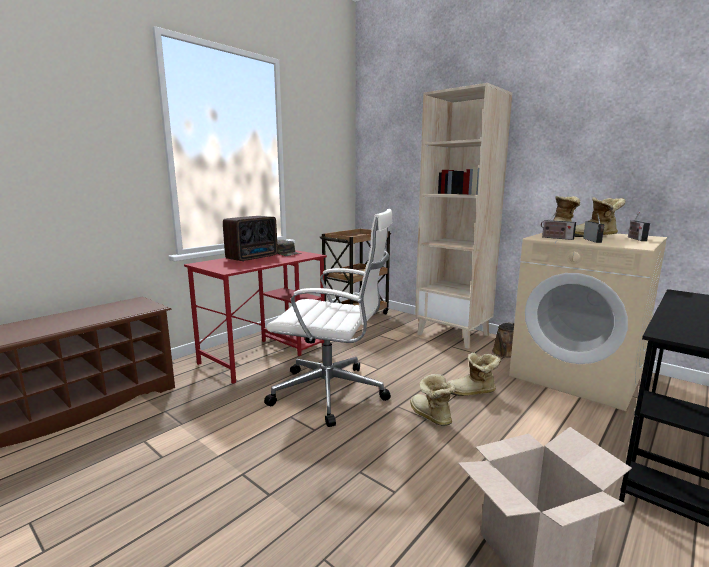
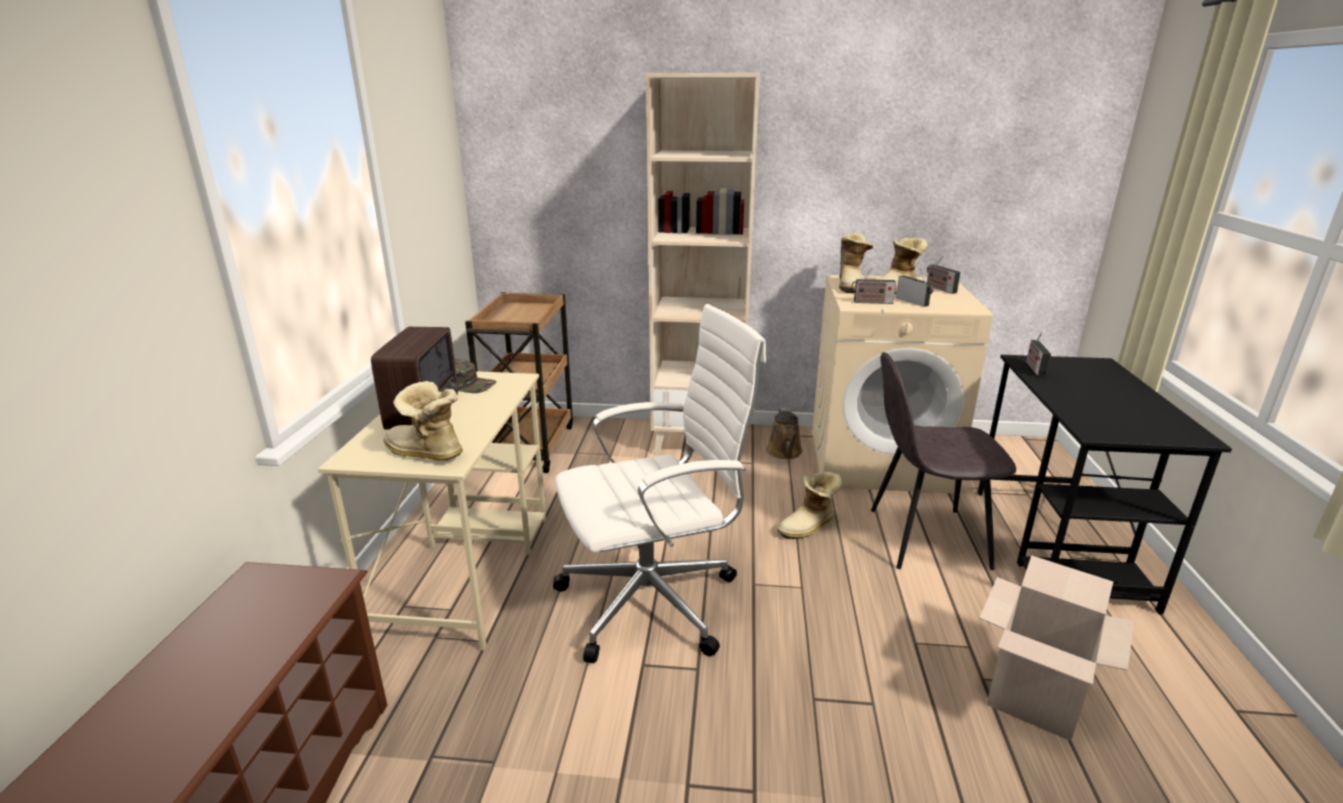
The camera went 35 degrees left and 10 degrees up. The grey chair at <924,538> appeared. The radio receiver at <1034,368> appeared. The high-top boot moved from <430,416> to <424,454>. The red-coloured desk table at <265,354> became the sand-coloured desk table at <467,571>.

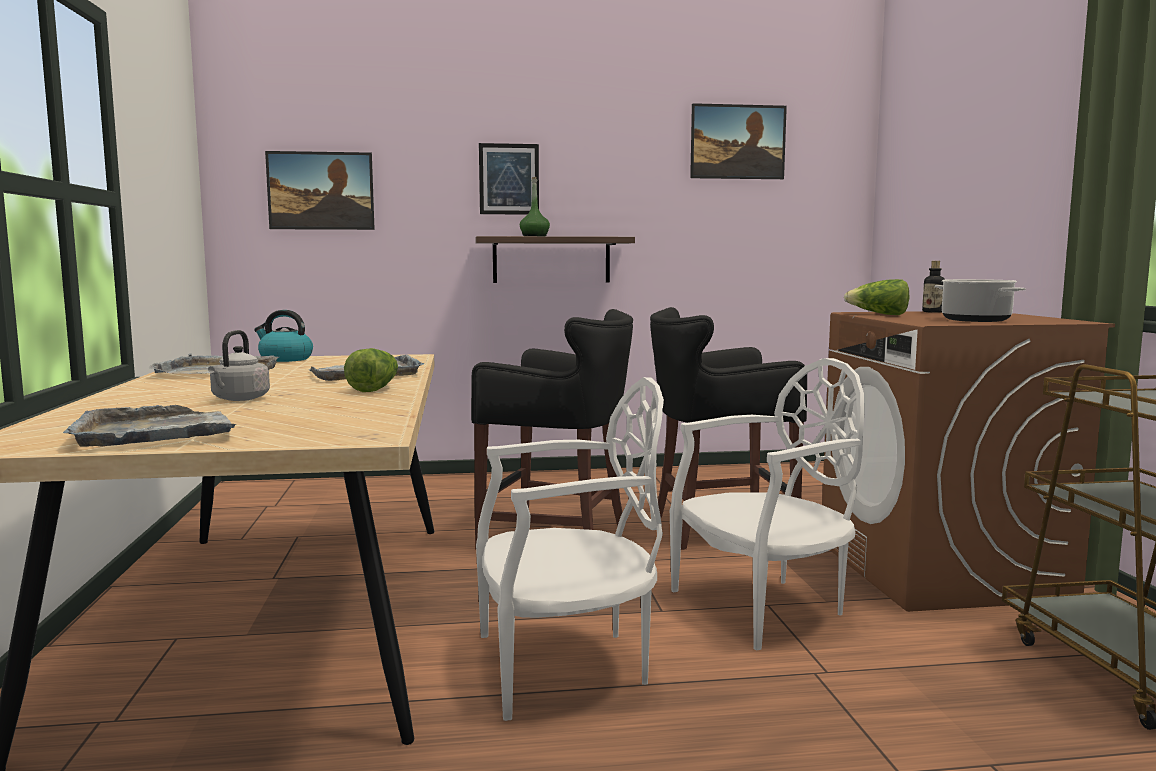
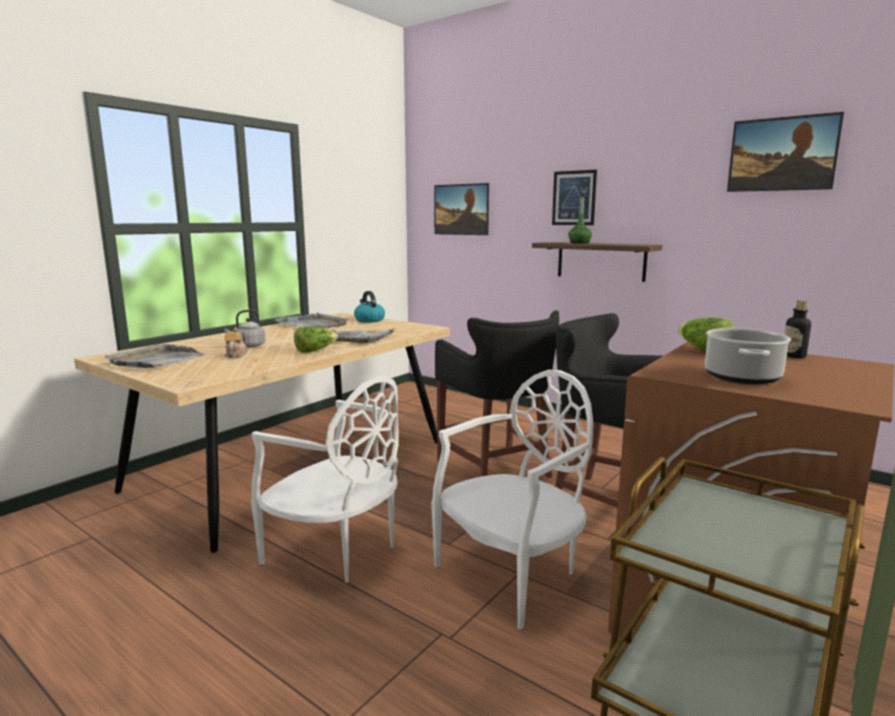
The camera went 45 degrees right and 5 degrees up. The teapot at <235,355> appeared. The white-coloured chair at <765,607> turned 60 degrees counterclockwise.

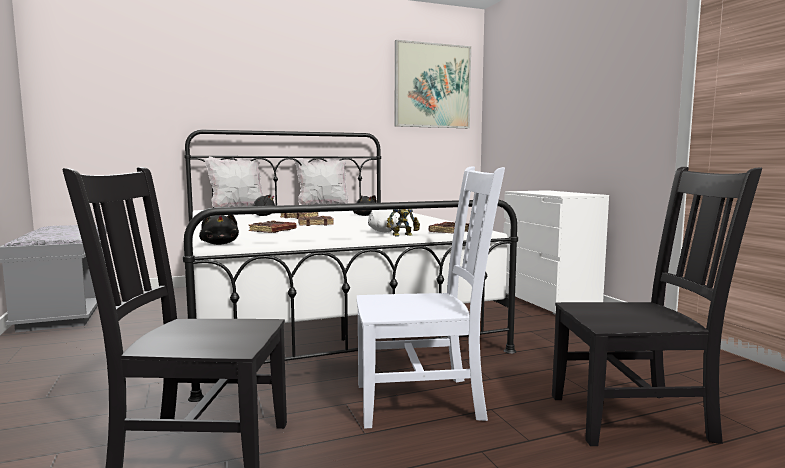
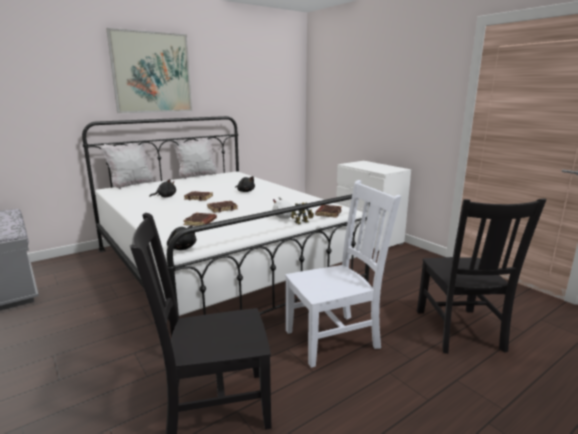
The camera went 15 degrees left and 10 degrees up. The wall picture moved from <432,86> to <152,73>. The blackish chair at <635,418> turned 105 degrees clockwise.

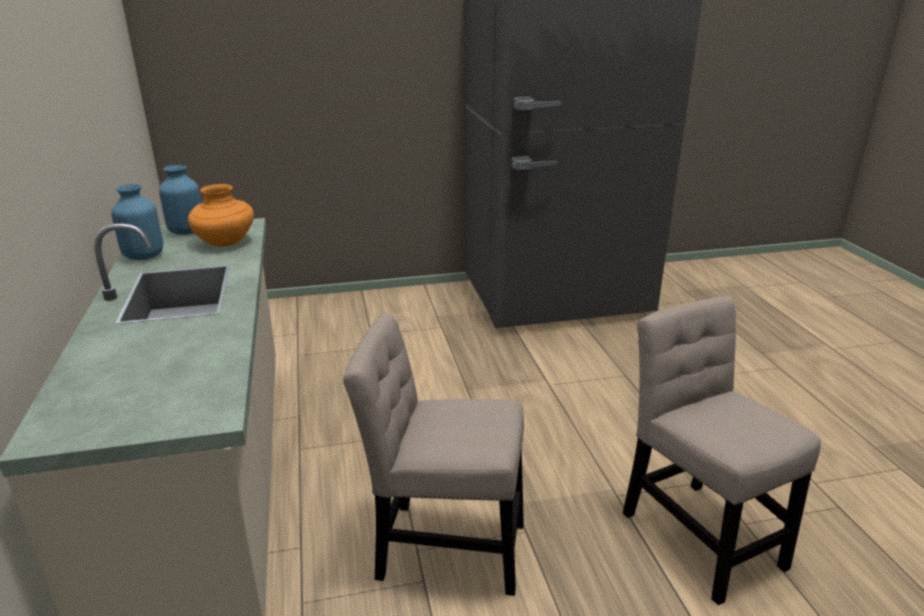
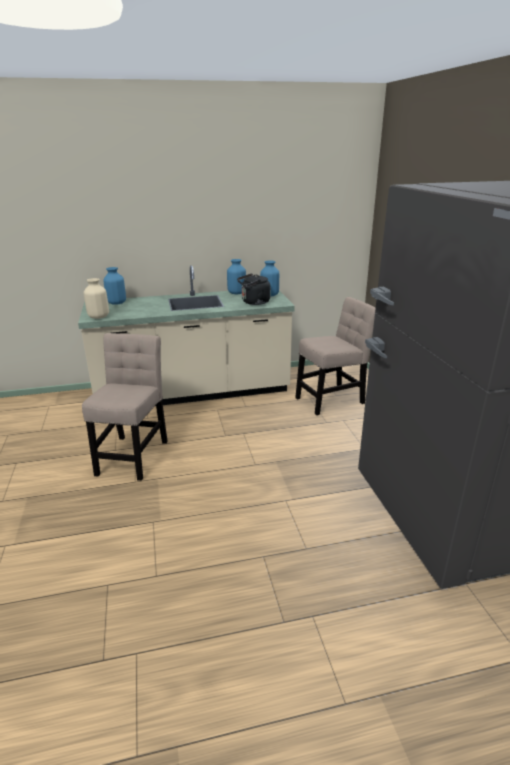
The camera went 90 degrees right and 0 degrees up. The sand-coloured vase at <99,317> appeared. The blue vase at <116,303> appeared. The sand-coloured chair moved from <697,533> to <332,399>. The orangey vase at <225,242> was replaced by the blackish tea kettle at <254,302>.

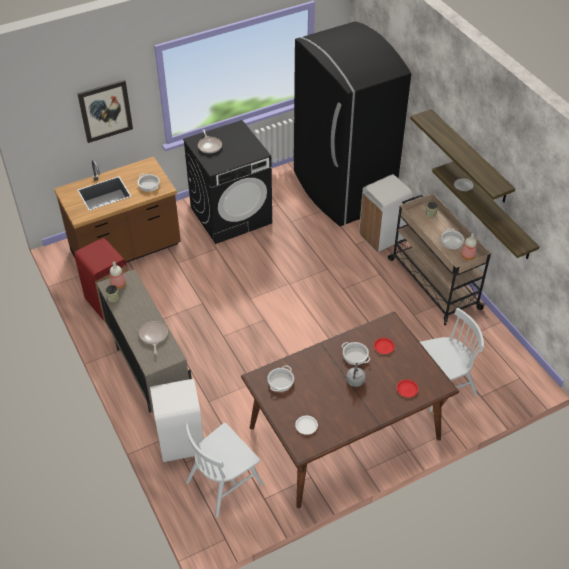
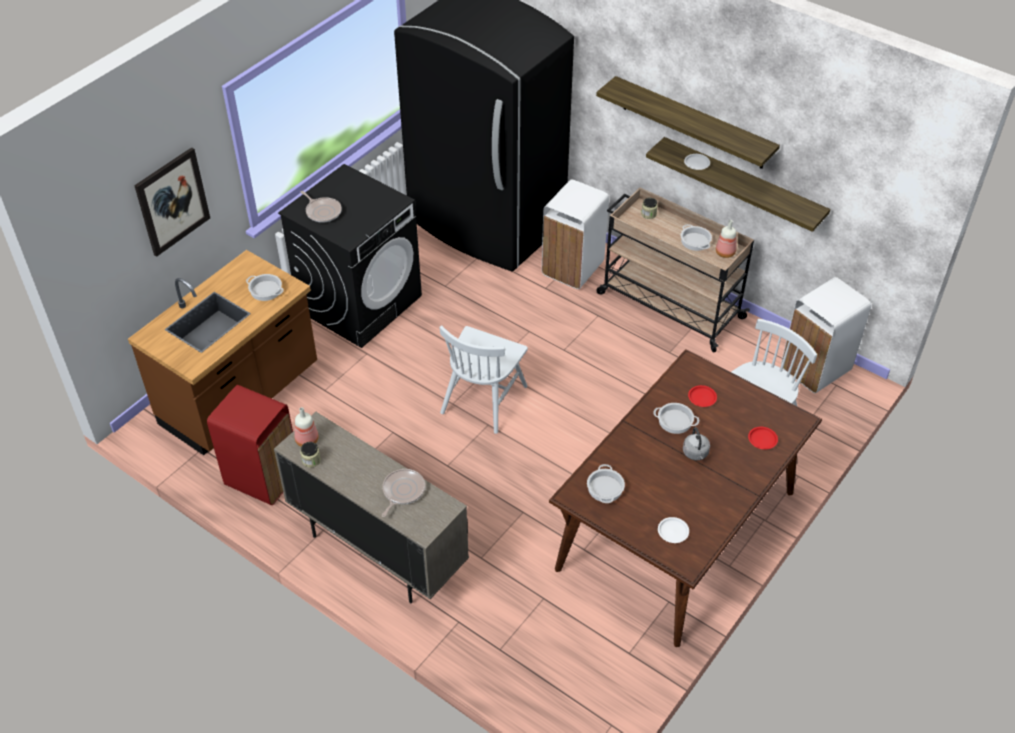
The camera went 25 degrees left and 0 degrees up. The white-coloured waste bin moved from <181,442> to <814,369>. The white-coloured chair moved from <224,482> to <483,399>. The skillet at <153,336> turned 60 degrees clockwise.

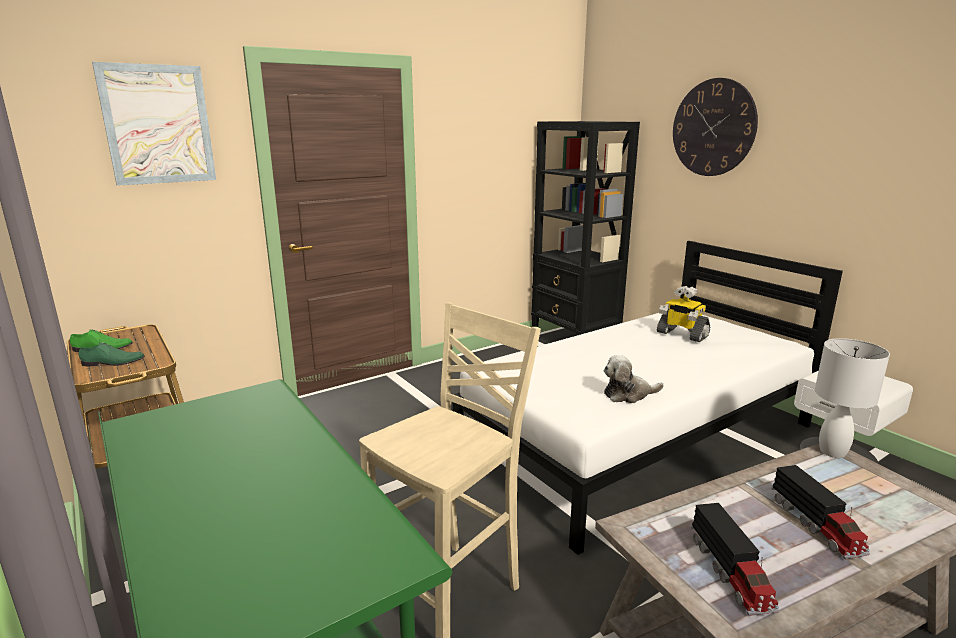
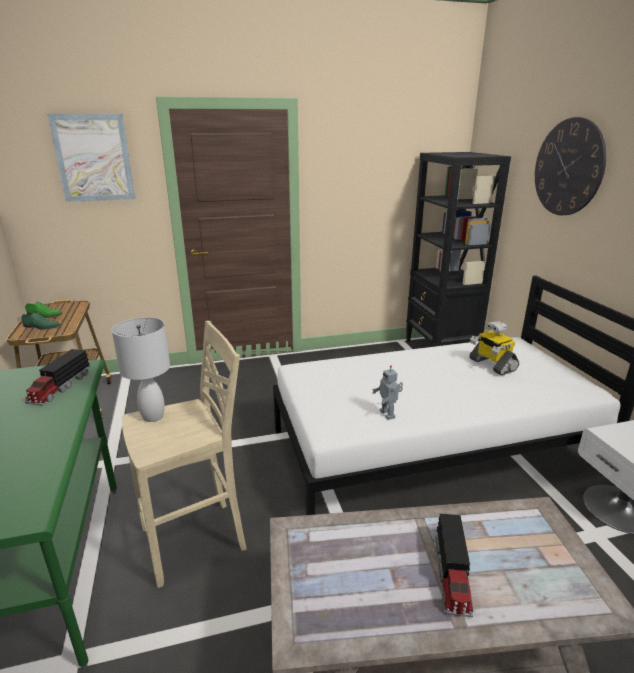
The camera went 20 degrees right and 5 degrees up. The toy truck moved from <731,572> to <60,387>. The white-coloured table lamp moved from <833,452> to <153,417>. The cuddly toy at <628,394> was replaced by the robot figure at <388,414>.

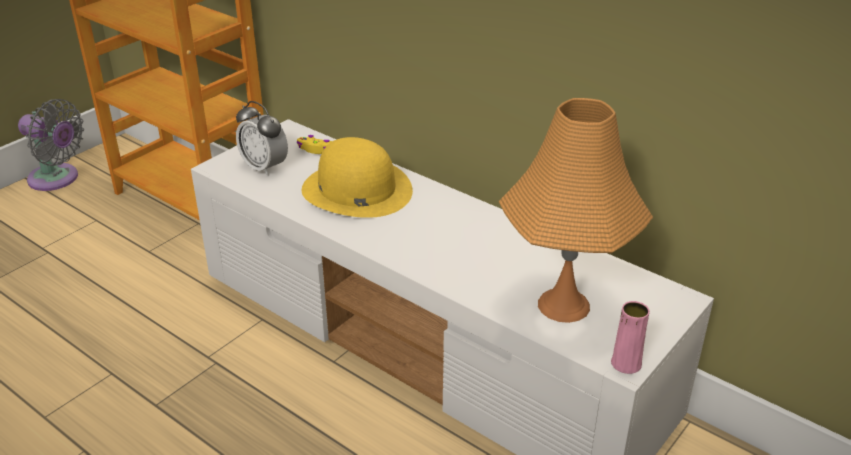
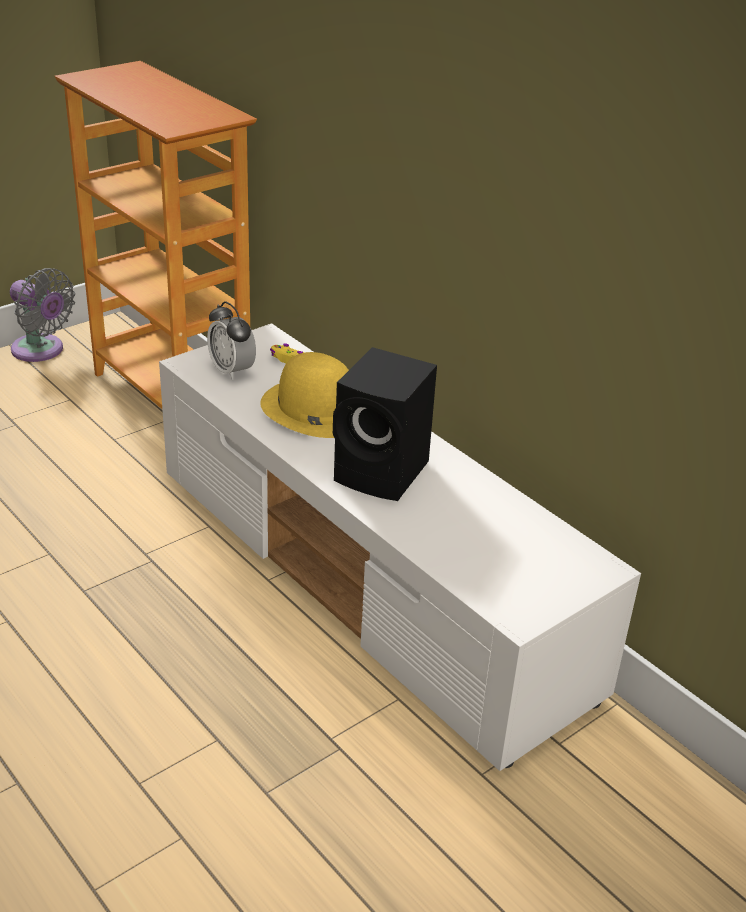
The camera went 10 degrees right and 0 degrees up. The orangey table lamp at <564,305> disappeared. The pinkish vase at <626,363> disappeared. The blackish speaker at <384,473> appeared.

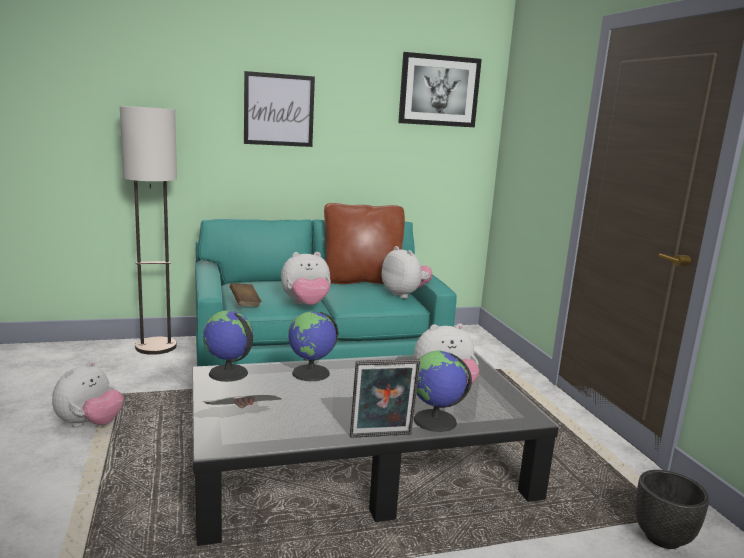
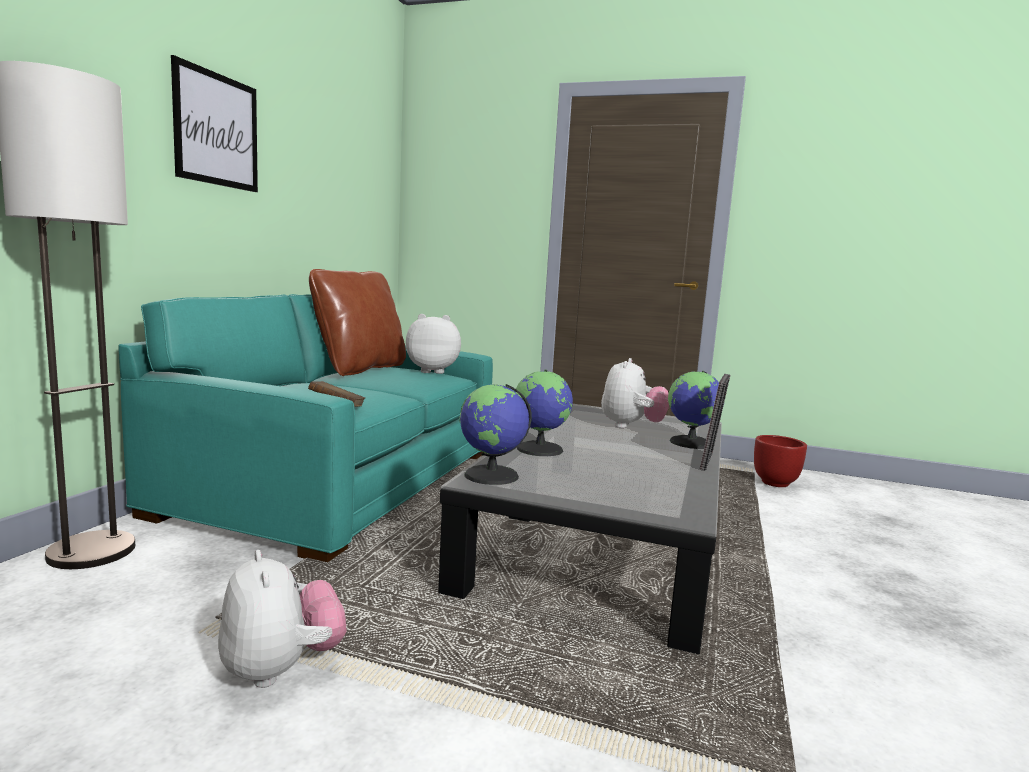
The camera went 55 degrees left and 5 degrees down. The newspaper at <242,420> disappeared. The cuddly toy at <306,305> disappeared. The wall picture at <439,90> disappeared. The blackish flower pot at <662,538> became the red-coloured flower pot at <775,483>.

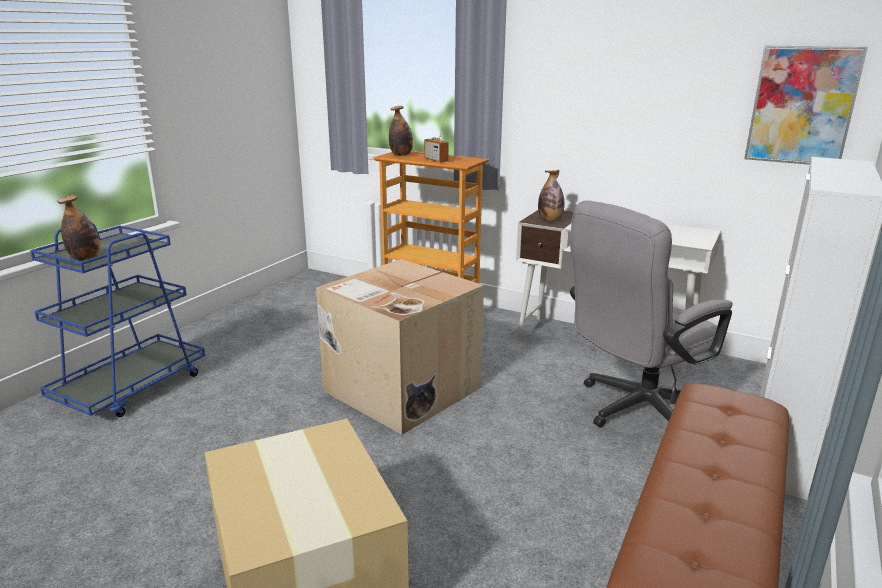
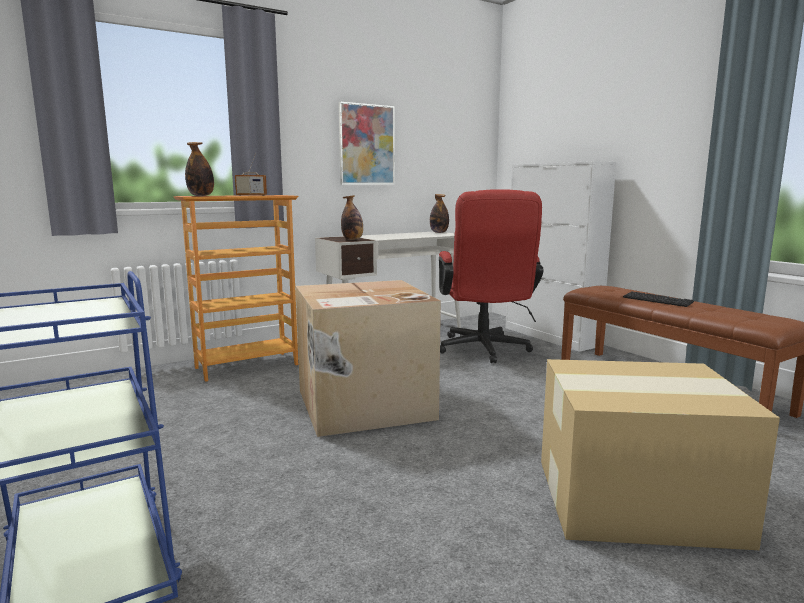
The camera went 60 degrees left and 10 degrees down. The keyboard at <657,300> appeared. The beverage bottle moved from <85,258> to <439,232>. The wall picture moved from <802,106> to <366,145>. The grey computer chair at <635,410> became the red-coloured computer chair at <484,351>.

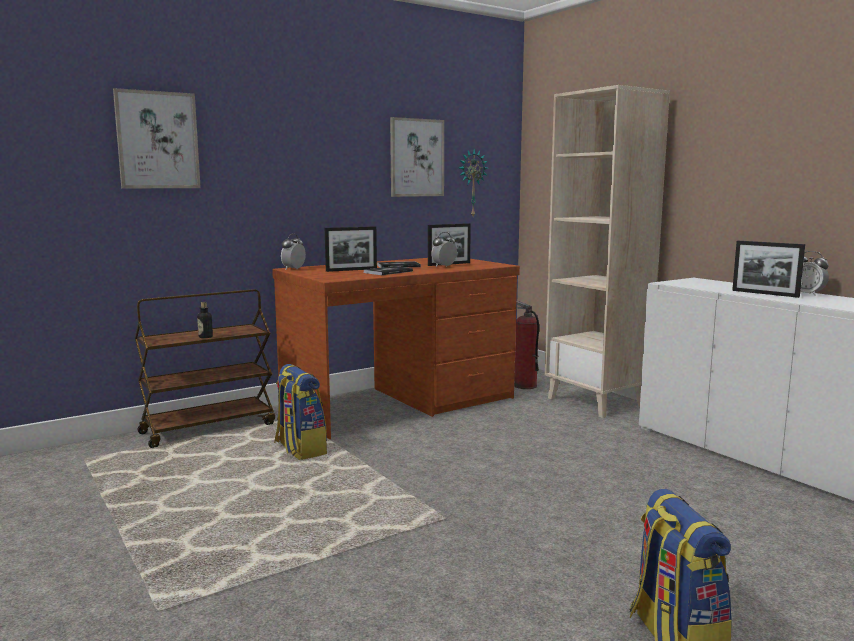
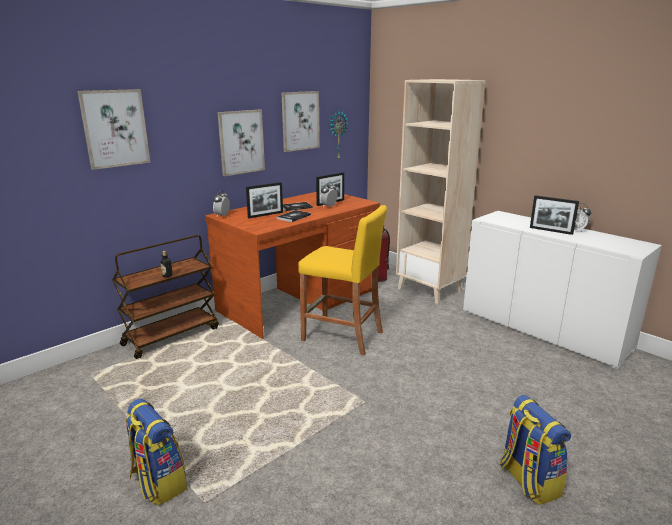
The camera went 10 degrees left and 10 degrees up. The wall picture at <241,142> appeared. The yellowish sitting stool at <342,336> appeared. The knapsack moved from <300,449> to <158,482>.

